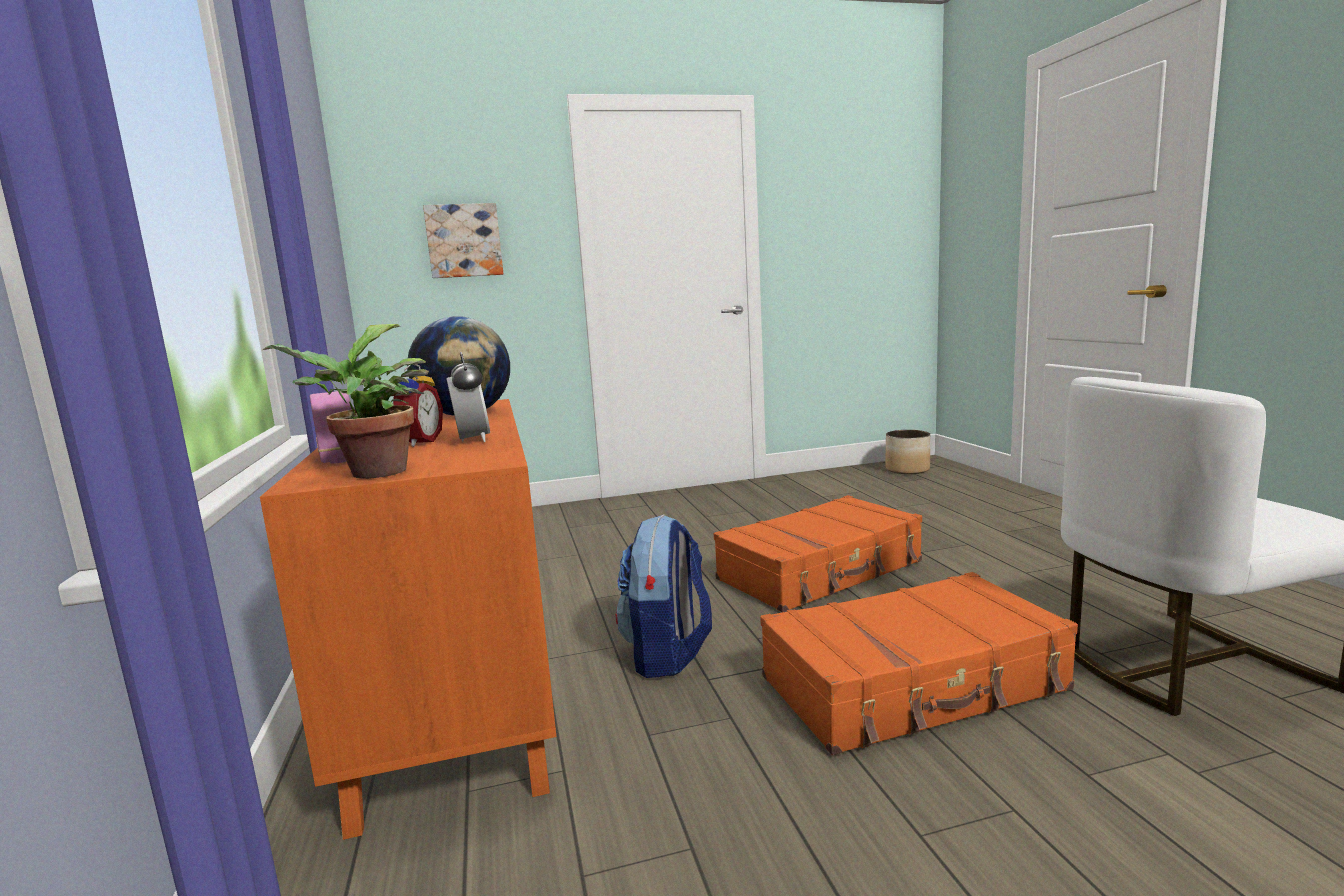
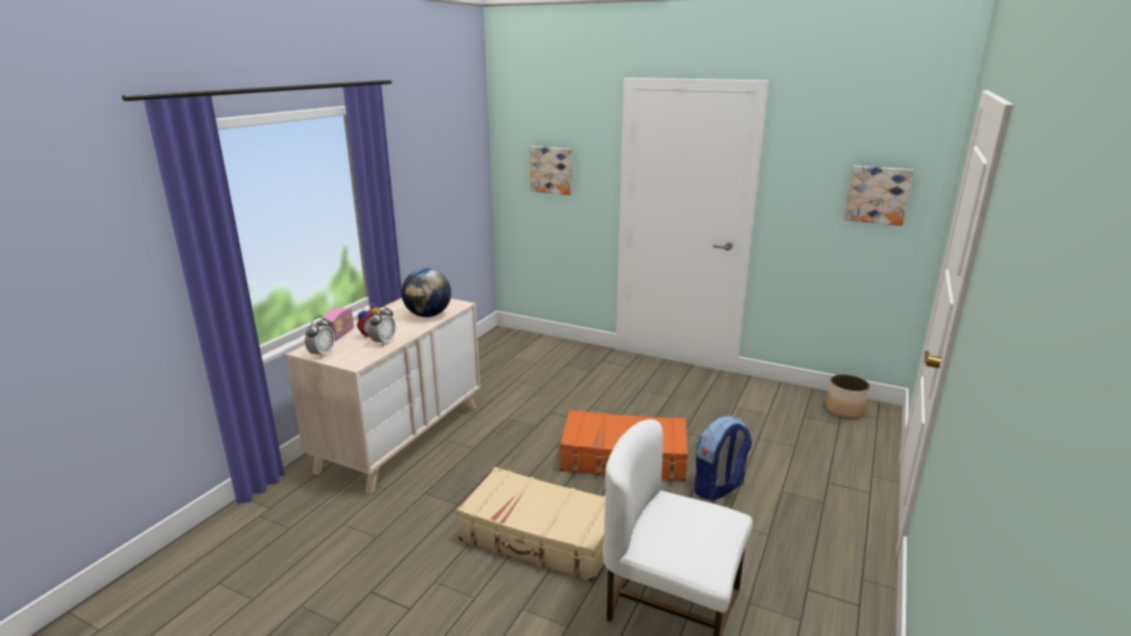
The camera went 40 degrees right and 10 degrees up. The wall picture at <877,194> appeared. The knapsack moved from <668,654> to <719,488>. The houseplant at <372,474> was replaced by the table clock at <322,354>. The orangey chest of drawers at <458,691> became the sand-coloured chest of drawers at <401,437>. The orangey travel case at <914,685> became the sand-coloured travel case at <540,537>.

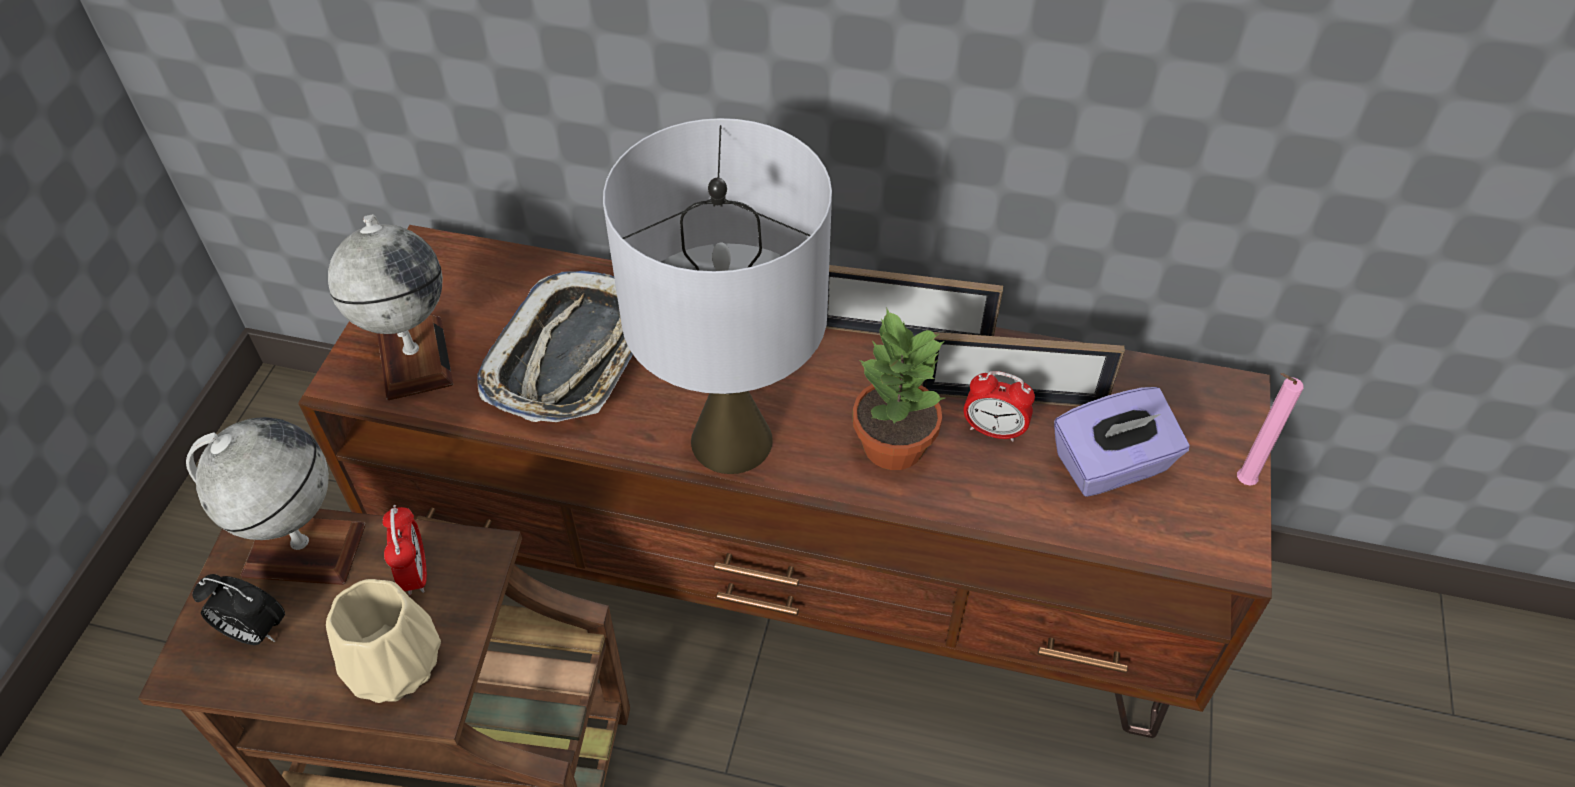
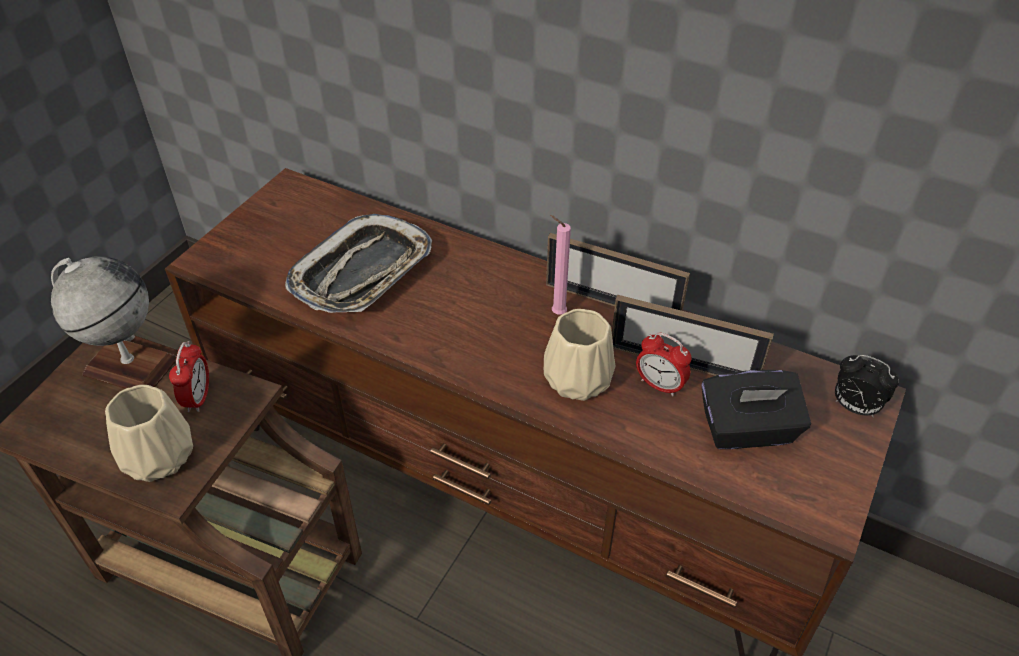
The camera went 15 degrees right and 5 degrees down. The desk globe at <414,357> disappeared. The grey table lamp at <731,441> disappeared. The table clock moved from <254,631> to <854,407>. The pinkish candle moved from <1241,482> to <556,313>. The houseplant at <892,444> was replaced by the sand-coloured vase at <575,379>. The purplish tissue box at <1111,465> became the blackish tissue box at <748,430>.

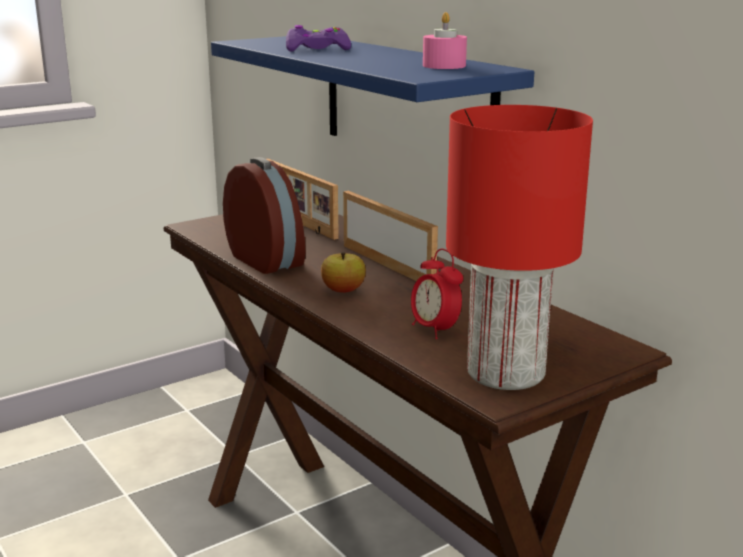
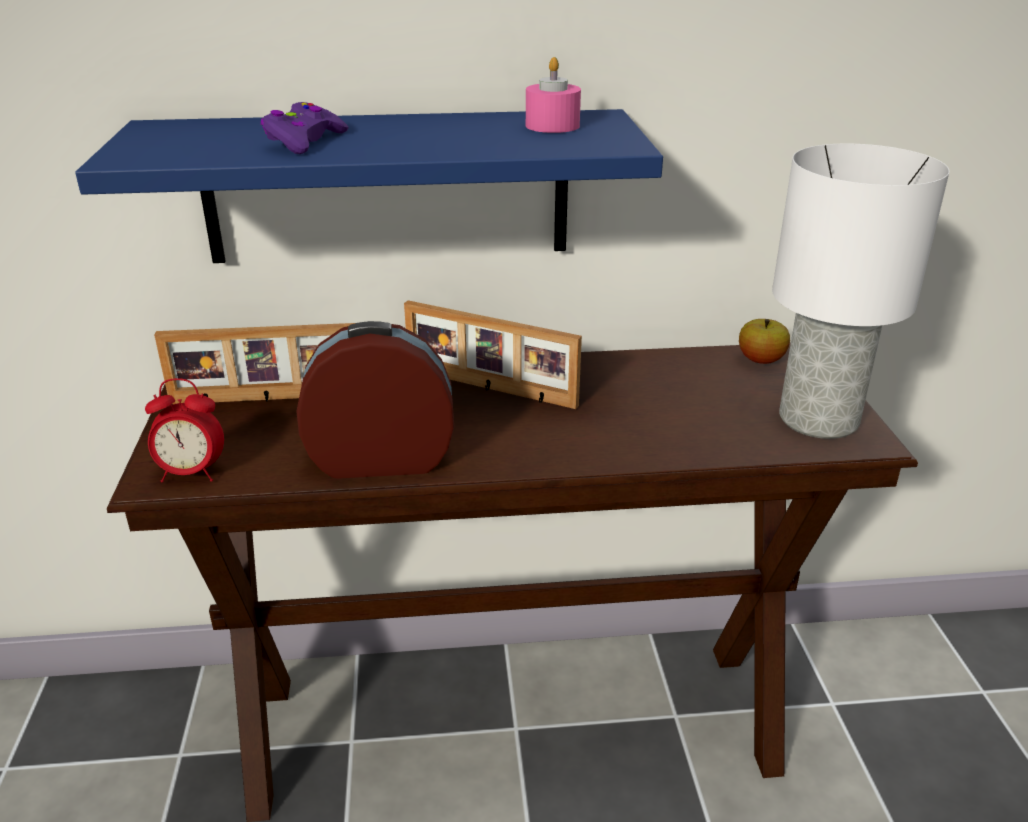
The camera went 60 degrees left and 10 degrees up. The whole apple moved from <343,290> to <761,360>. The table clock moved from <435,330> to <191,473>. The red-coloured table lamp at <505,371> became the white-coloured table lamp at <816,418>. The standing frame at <389,265> turned 150 degrees counterclockwise.

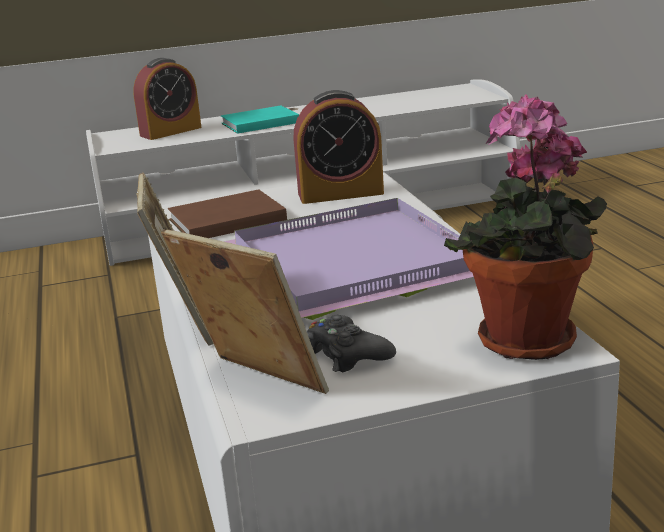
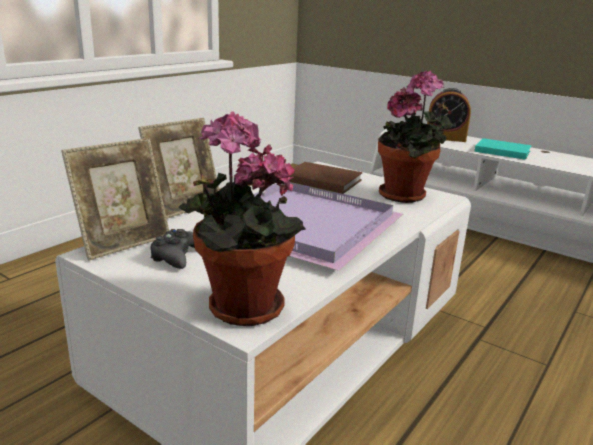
The camera went 50 degrees right and 0 degrees up. The table clock at <340,193> was replaced by the houseplant at <406,196>. The standing frame at <254,385> turned 45 degrees clockwise.

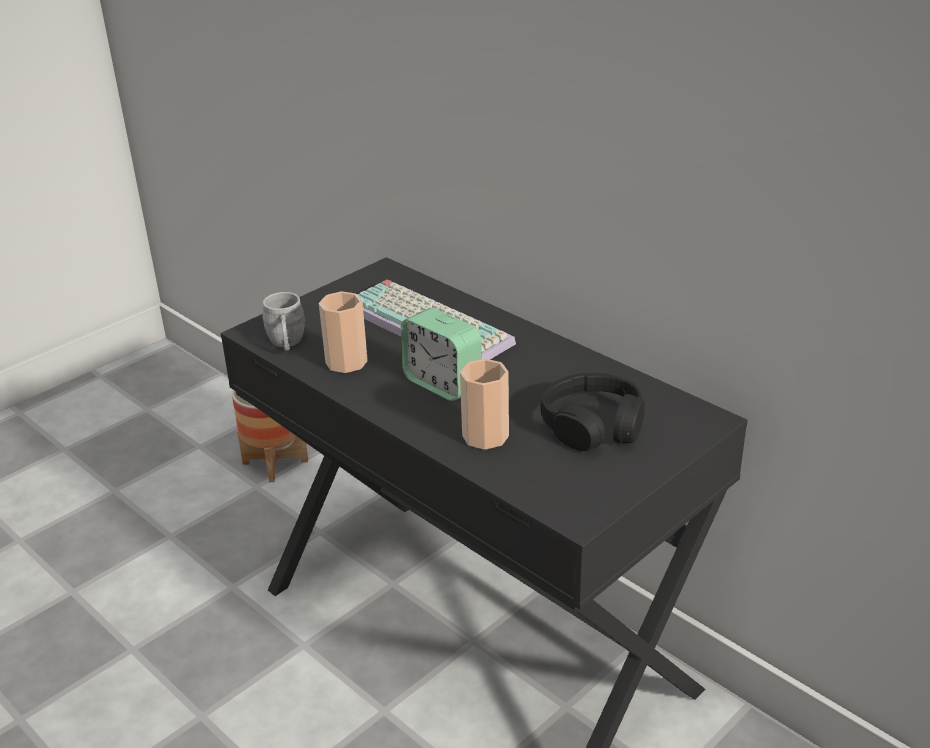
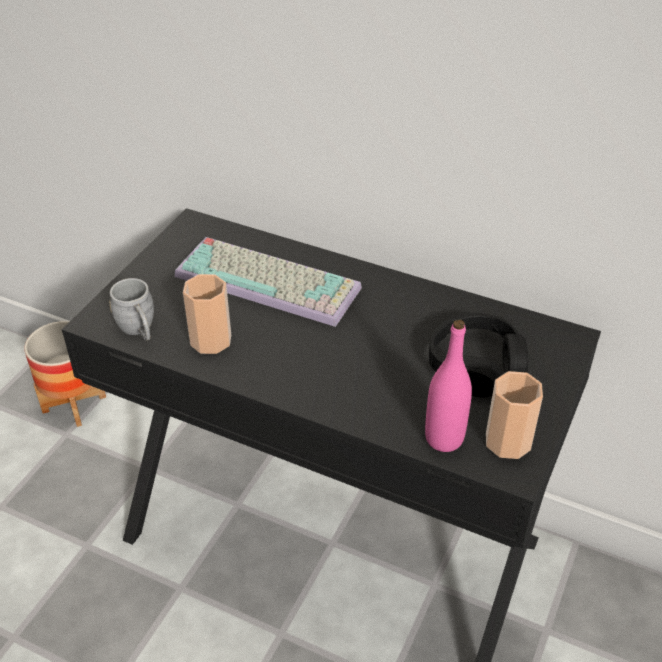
The camera went 20 degrees left and 10 degrees up. The table clock at <442,384> disappeared. The pinkish beverage bottle at <444,438> appeared. The drinking cup moved from <485,436> to <508,441>.

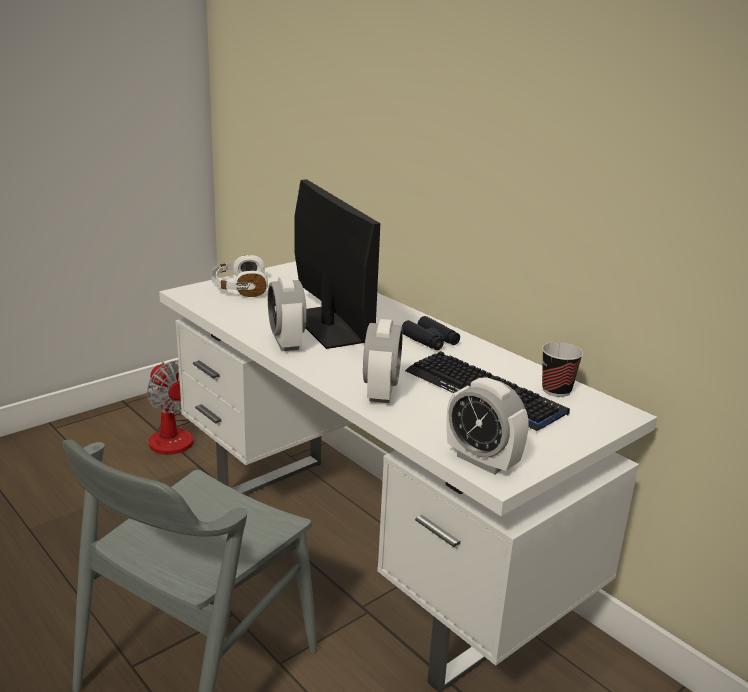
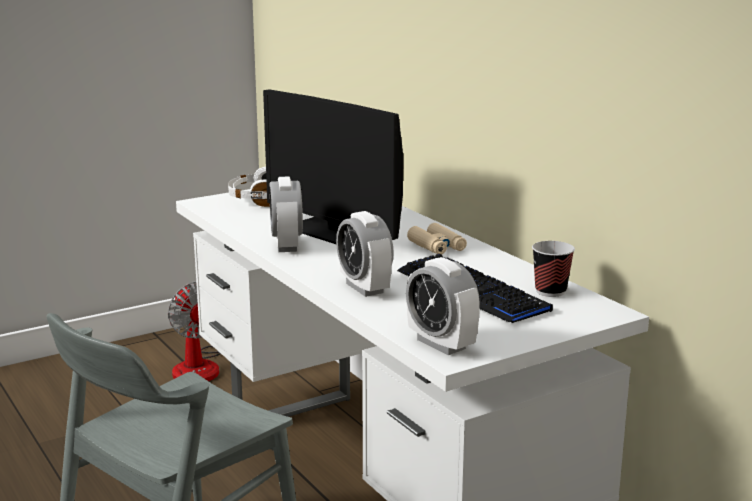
The camera went 10 degrees right and 5 degrees down. The blackish pair of binoculars at <430,340> became the sand-coloured pair of binoculars at <437,246>. The computer display at <327,326> turned 150 degrees clockwise. The table clock at <381,392> turned 135 degrees clockwise.

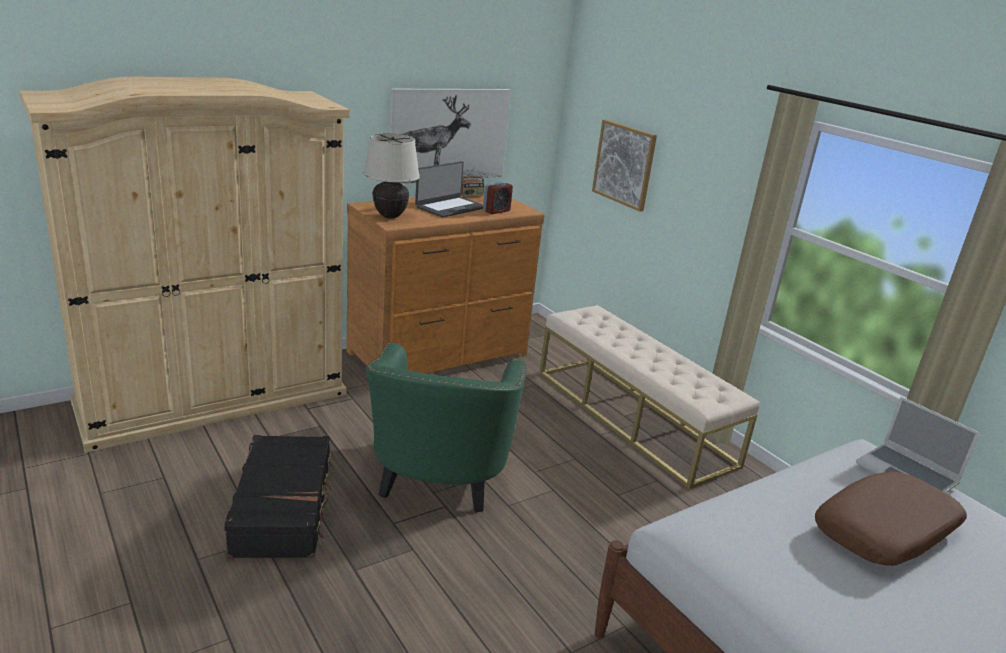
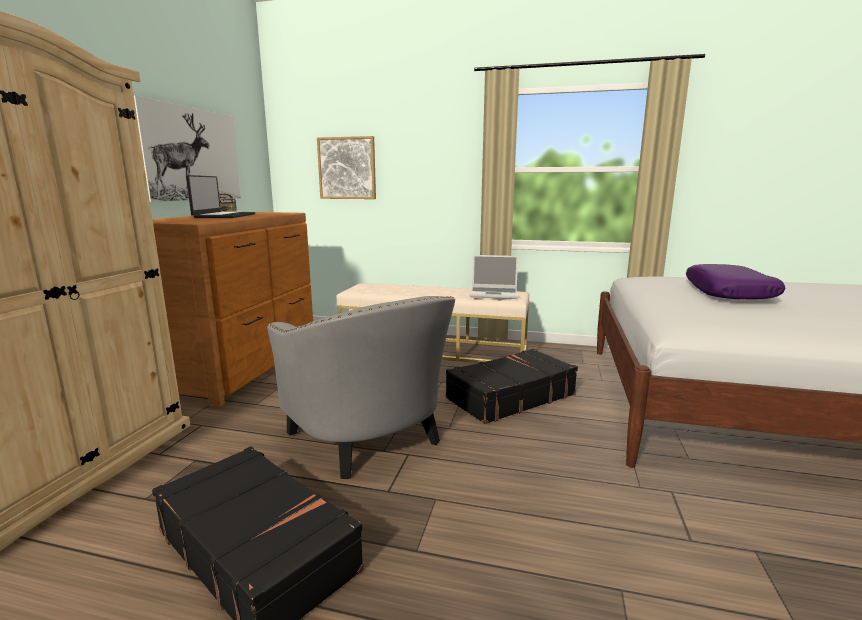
The camera went 40 degrees left and 10 degrees down. The sand-coloured table lamp at <390,216> disappeared. The table clock at <496,211> disappeared. The blackish travel case at <509,396> appeared. The portable computer moved from <907,475> to <494,294>. The greenish easy chair at <438,478> became the grey easy chair at <371,440>. The brown cushion at <886,531> became the purplish cushion at <729,293>.

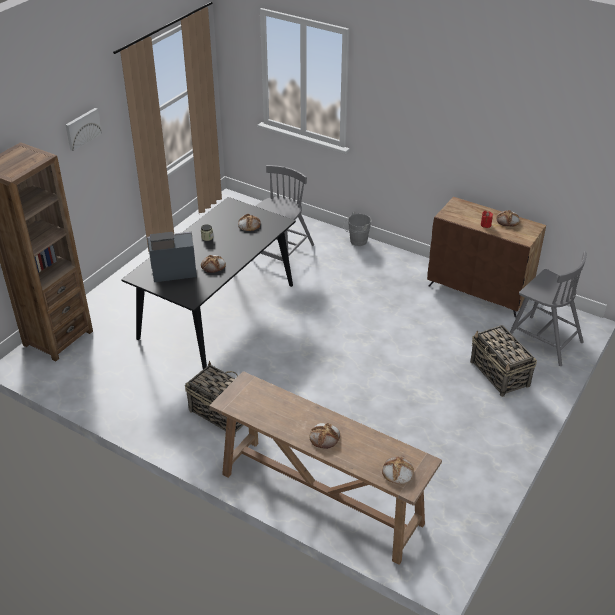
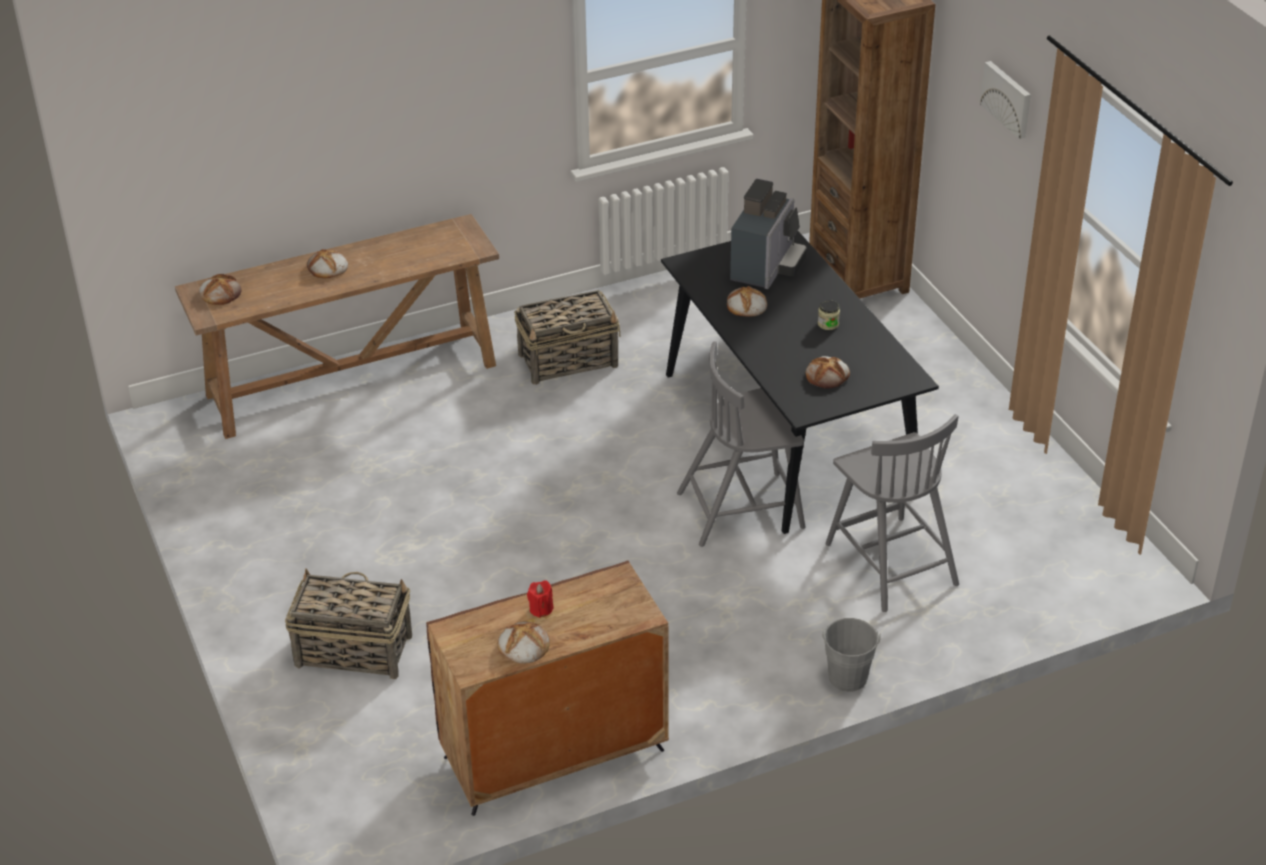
The camera went 125 degrees right and 0 degrees up. The grey chair moved from <543,340> to <743,509>.

